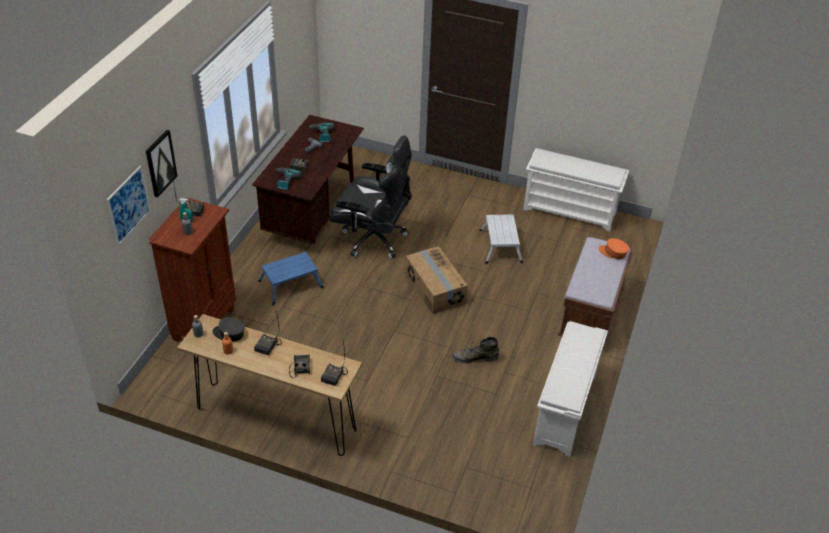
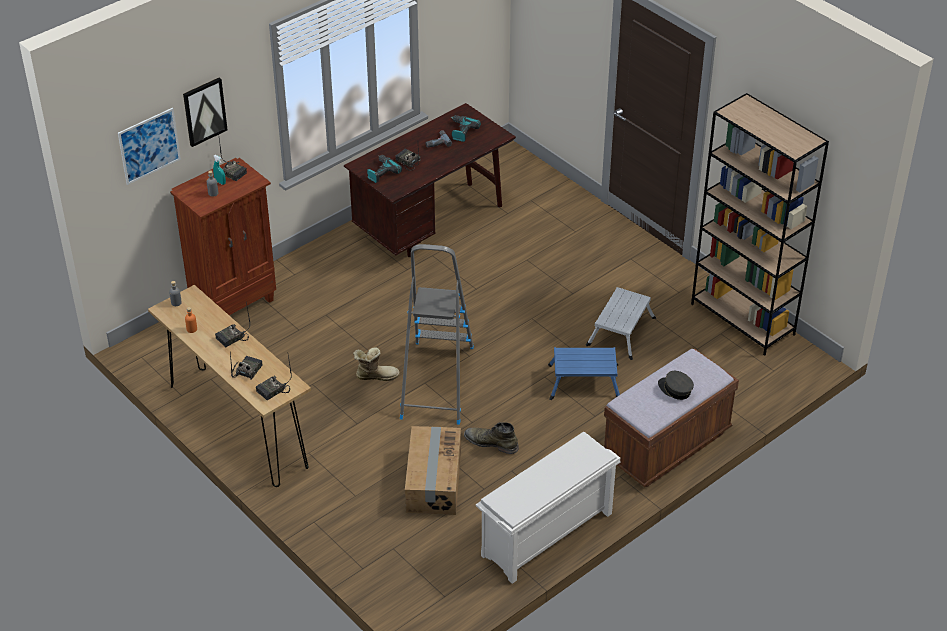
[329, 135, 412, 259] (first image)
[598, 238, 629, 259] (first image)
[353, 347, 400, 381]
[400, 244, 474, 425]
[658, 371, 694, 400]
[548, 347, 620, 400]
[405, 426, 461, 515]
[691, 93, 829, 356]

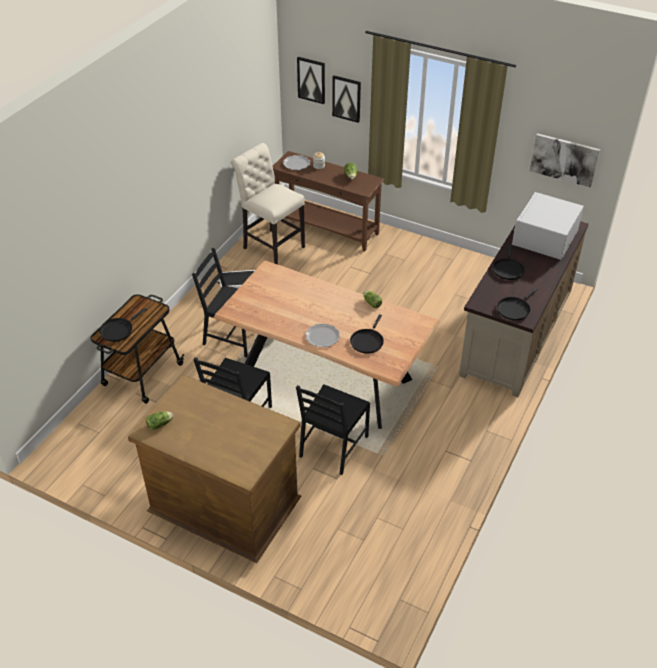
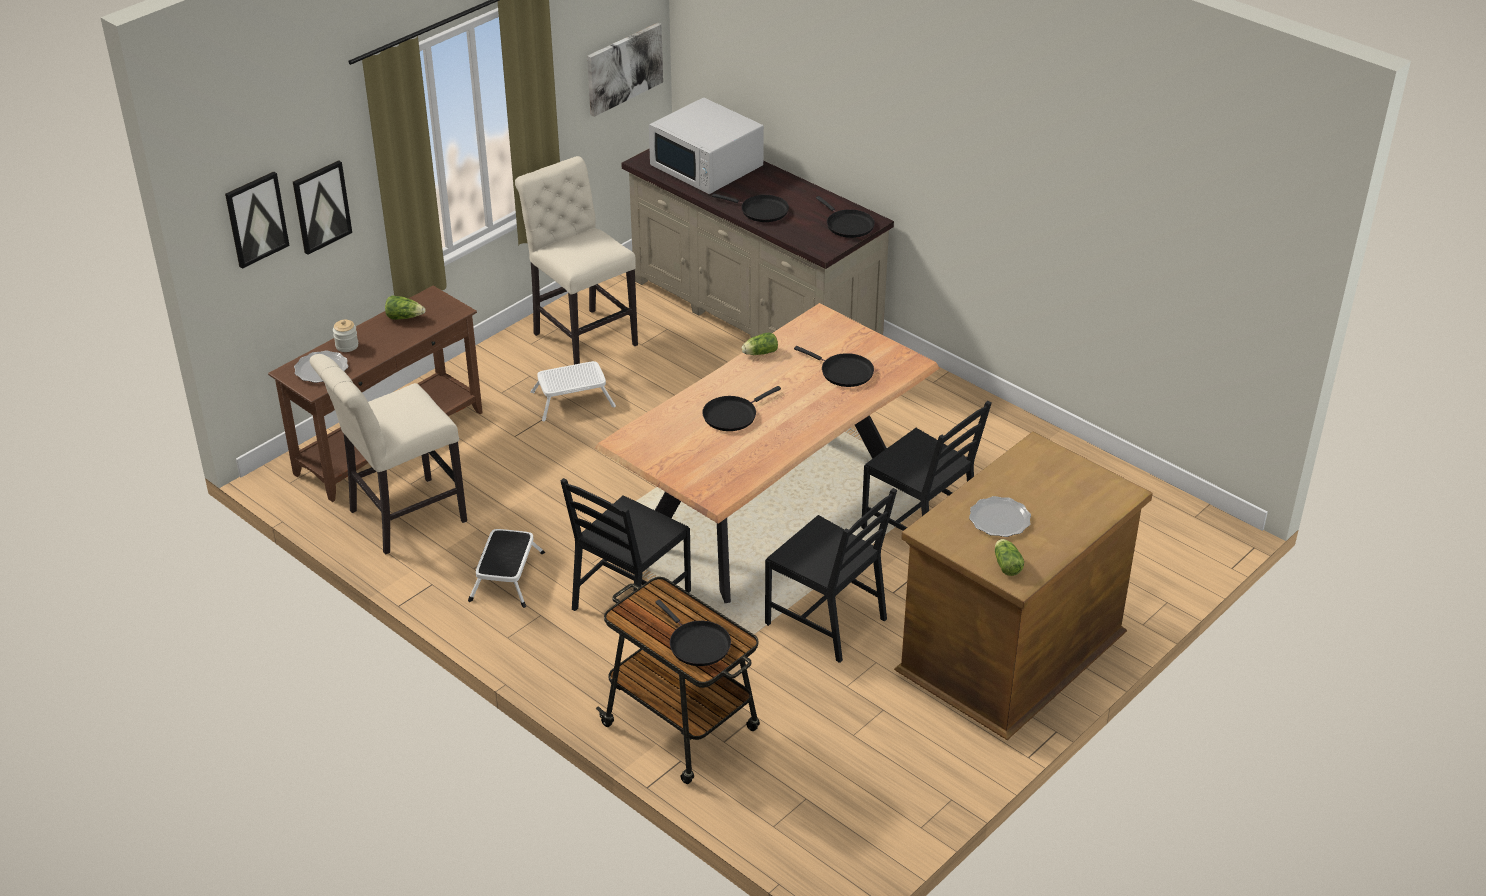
[515, 156, 638, 365]
[531, 361, 616, 421]
[702, 386, 781, 431]
[969, 496, 1031, 537]

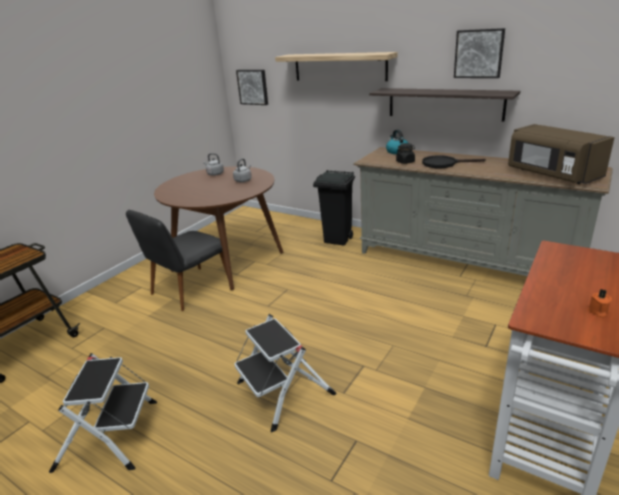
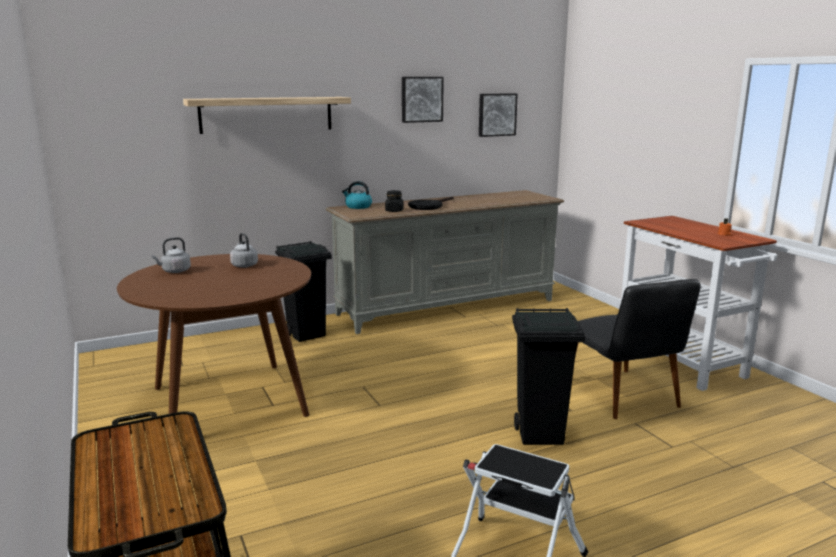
[369, 88, 520, 122] (first image)
[508, 124, 615, 184] (first image)
[575, 279, 701, 419]
[479, 93, 518, 137]
[512, 308, 585, 445]

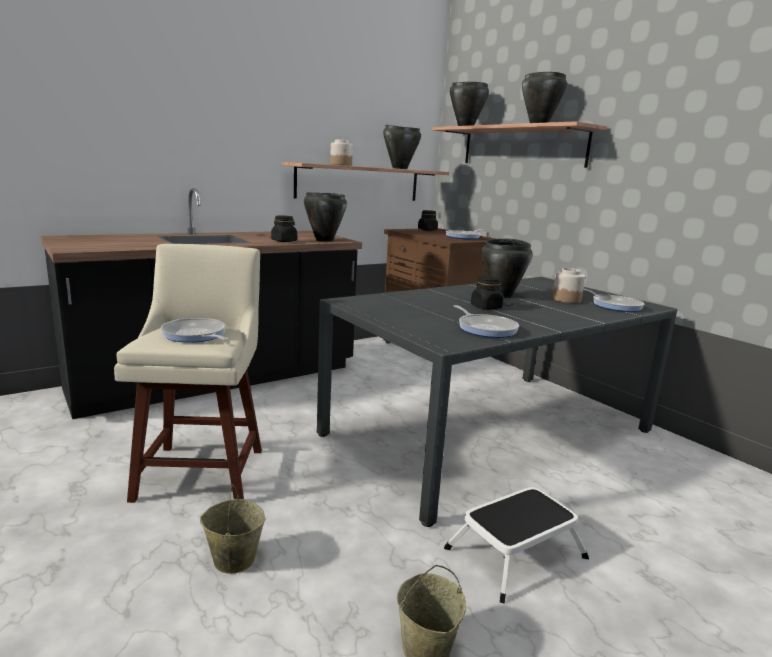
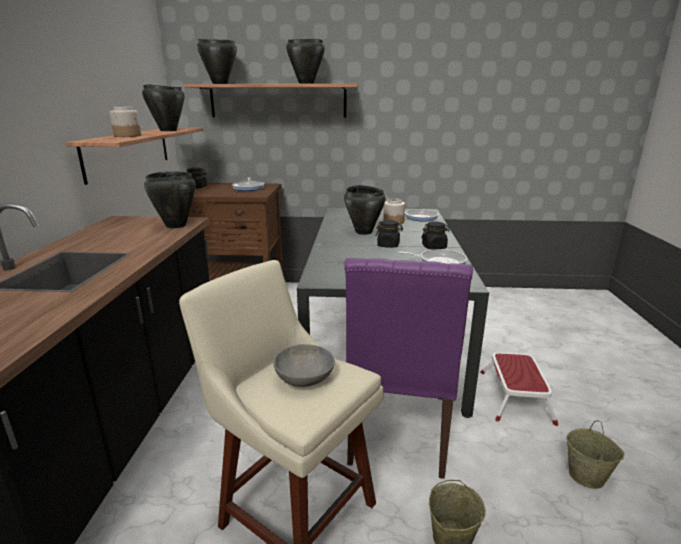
[344, 258, 473, 479]
[421, 222, 450, 249]
[274, 344, 335, 387]
[480, 353, 558, 426]

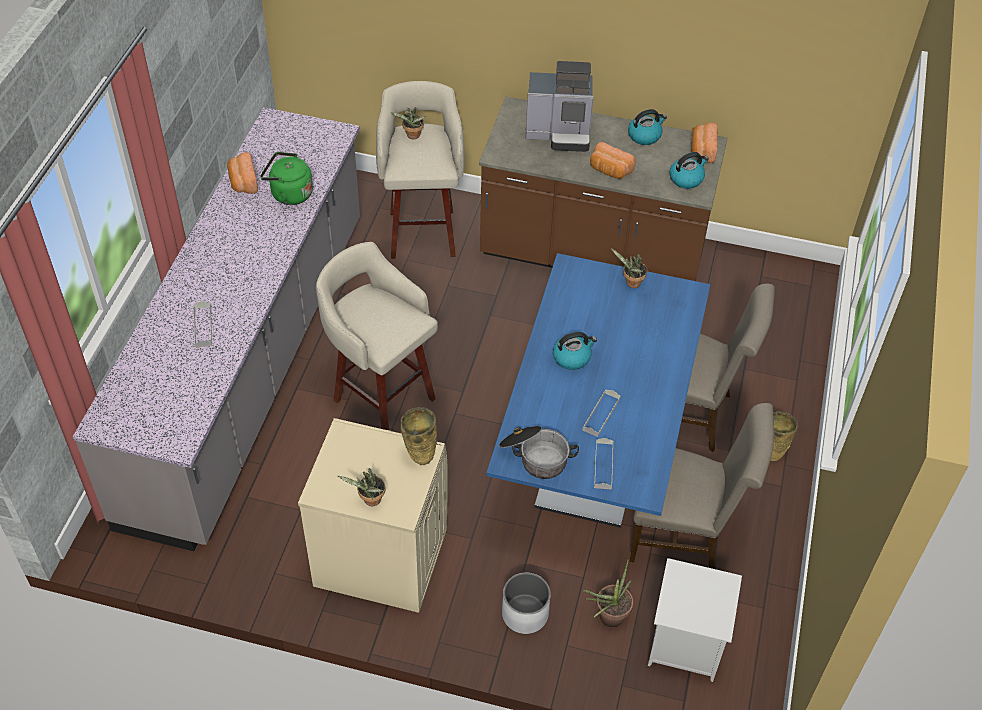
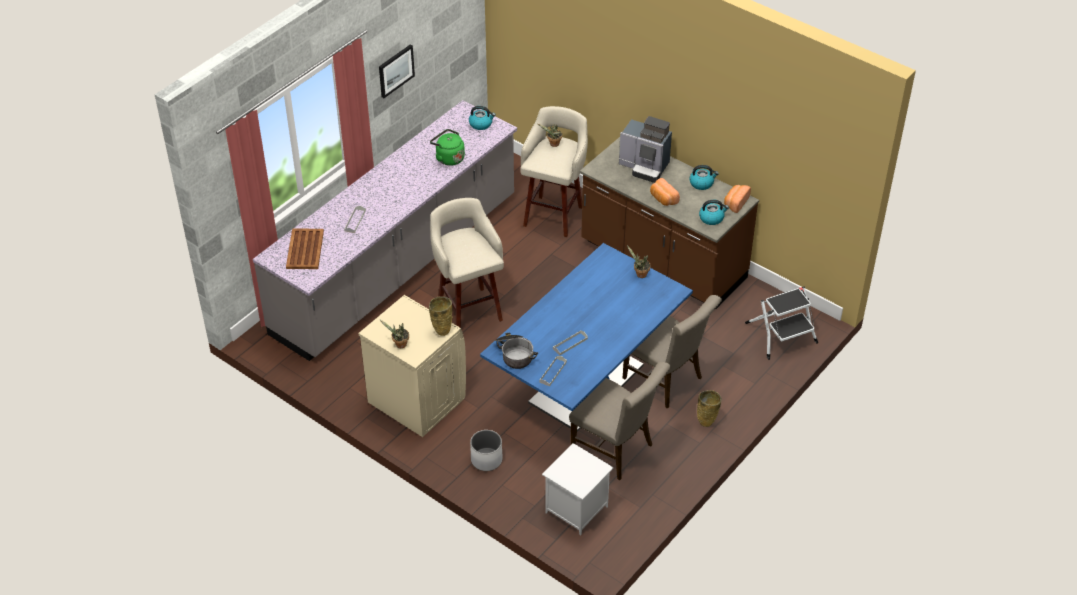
[227, 152, 258, 194] (first image)
[583, 561, 633, 627] (first image)
[286, 229, 324, 269]
[379, 44, 415, 98]
[745, 286, 818, 360]
[469, 106, 496, 130]

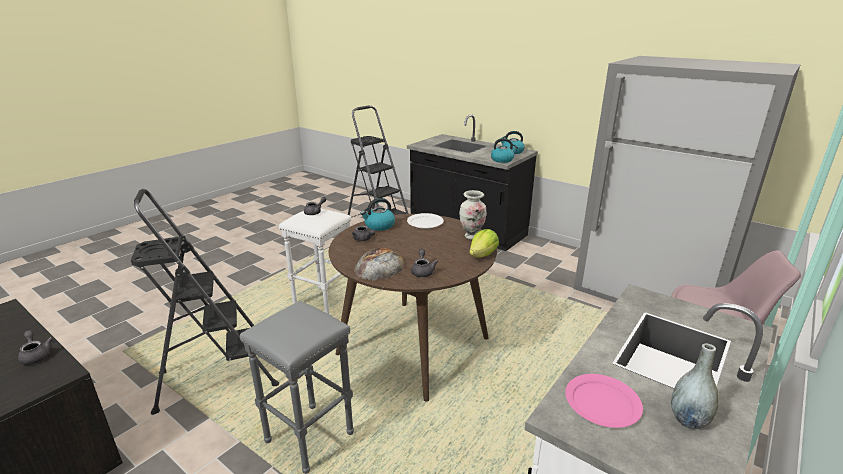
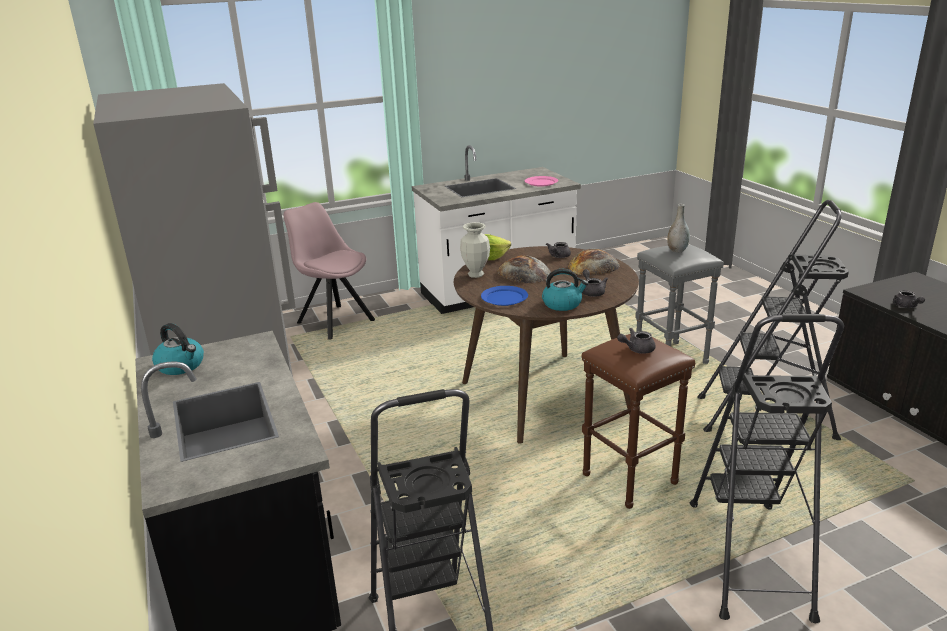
[491, 138, 518, 163] (first image)
[497, 255, 551, 283]
[690, 314, 844, 623]
[667, 204, 690, 253]
[582, 334, 695, 509]
[481, 286, 528, 306]

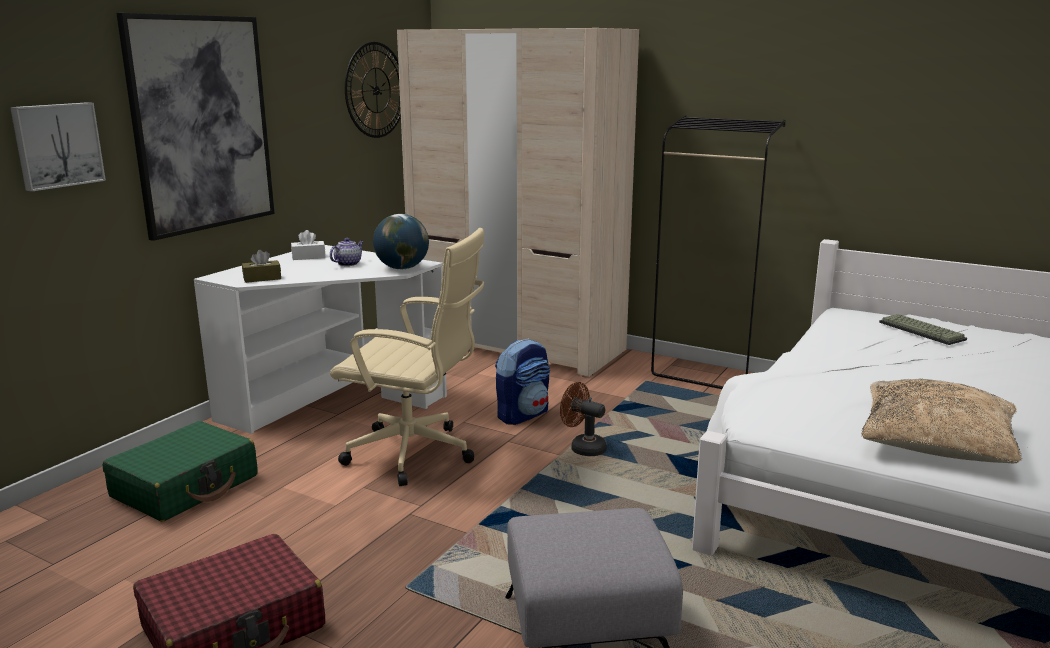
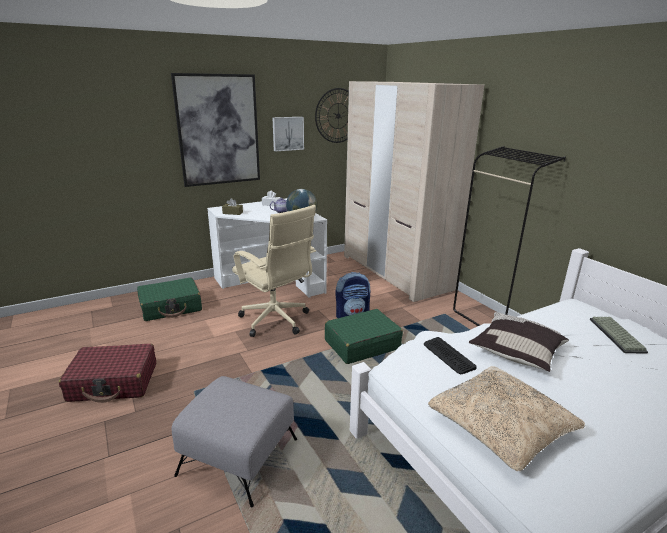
[424, 337, 477, 374]
[469, 312, 569, 372]
[272, 117, 304, 152]
[325, 309, 403, 364]

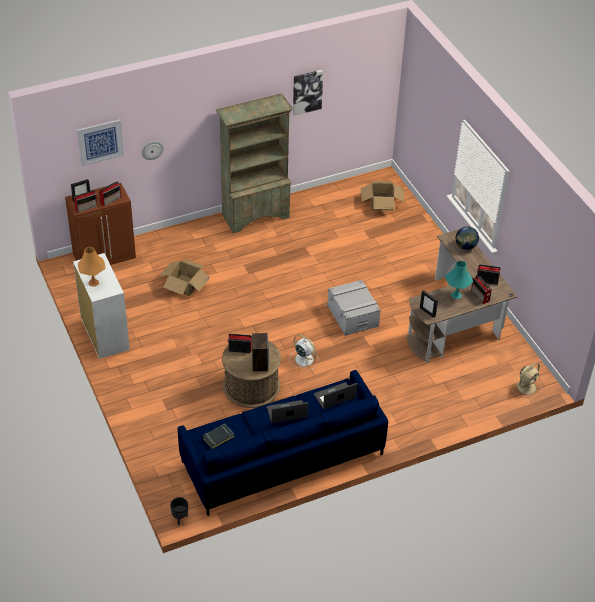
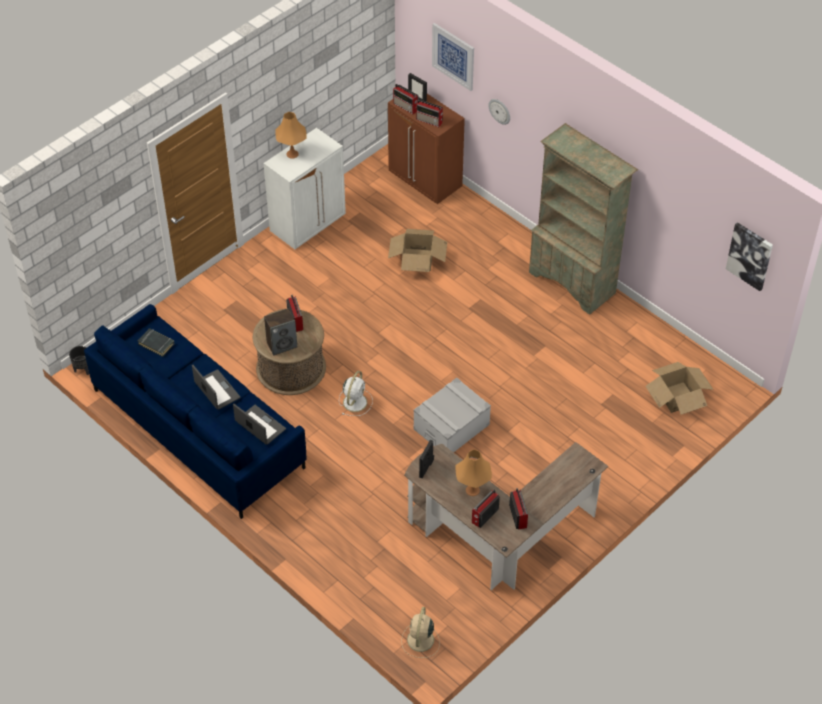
[456, 226, 479, 250] (first image)
[726, 222, 773, 291]
[456, 450, 492, 496]
[401, 607, 440, 658]

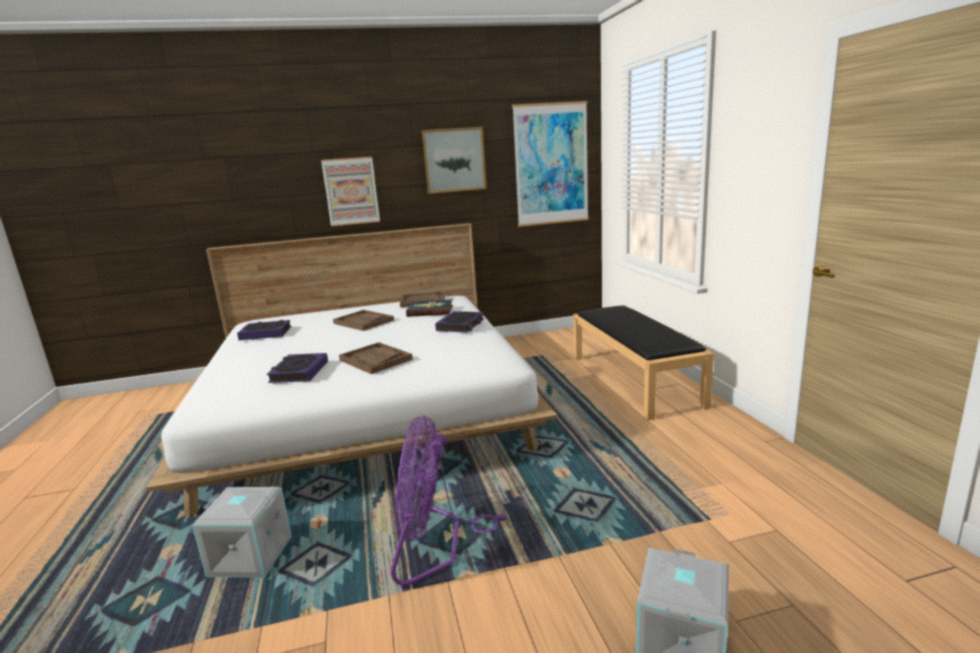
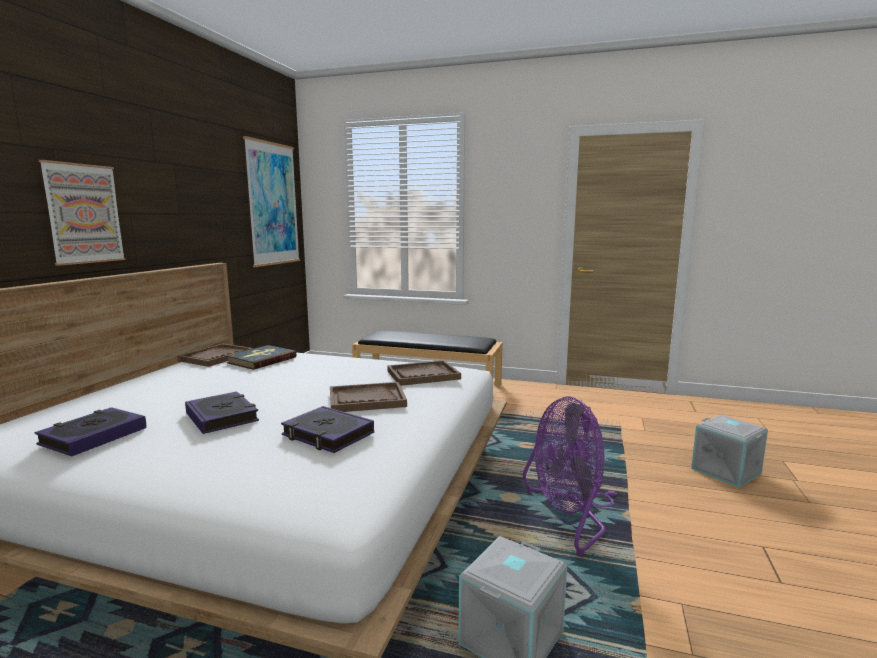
[422, 126, 487, 194] (first image)
[387, 360, 461, 386]
[185, 391, 259, 434]
[523, 396, 618, 557]

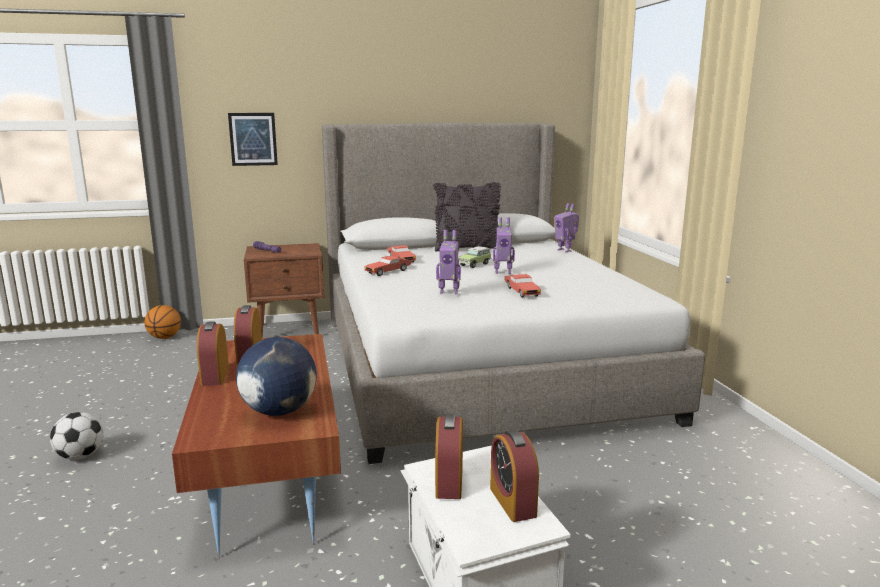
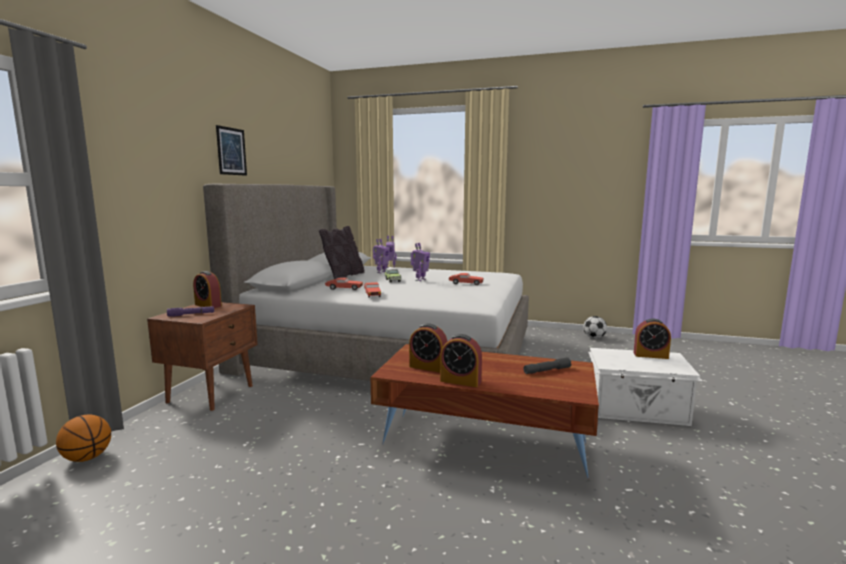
[583, 316, 607, 339]
[216, 125, 247, 176]
[193, 271, 222, 308]
[373, 239, 390, 273]
[523, 357, 571, 374]

